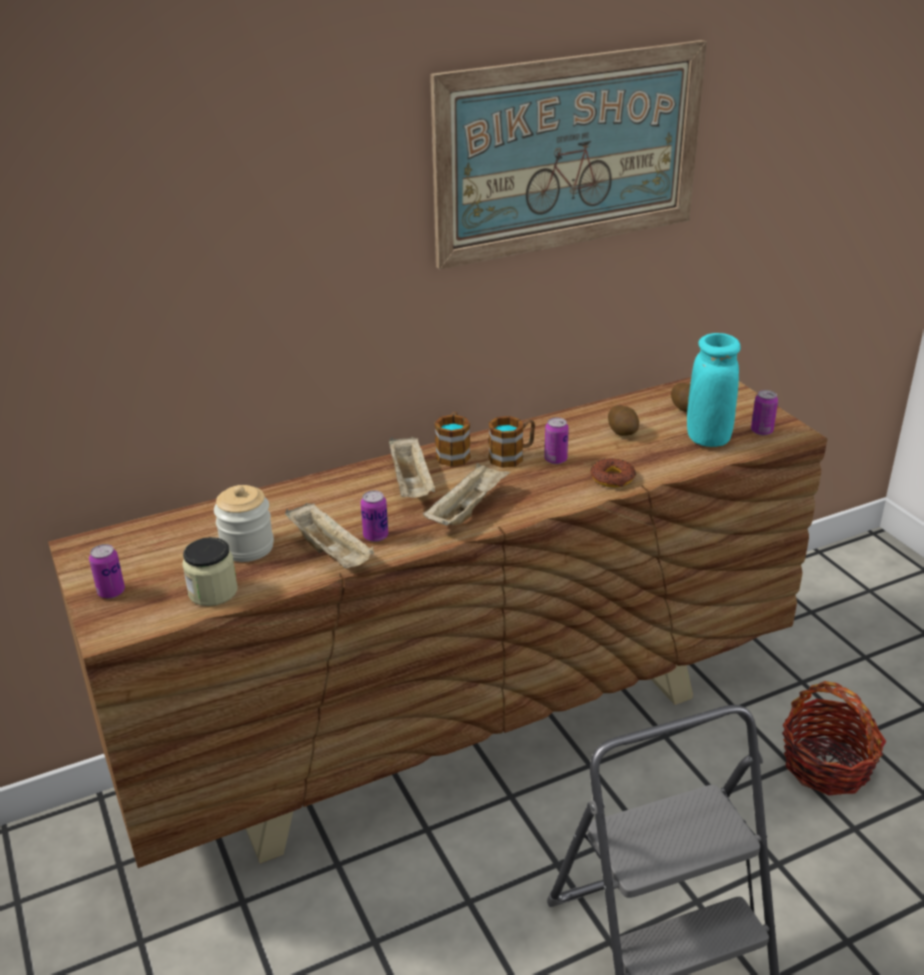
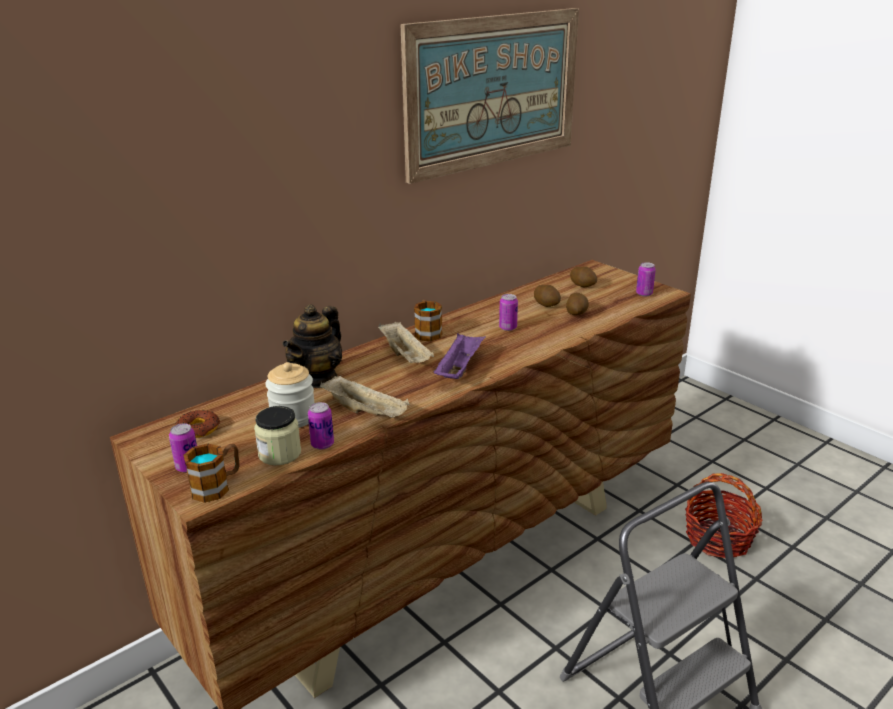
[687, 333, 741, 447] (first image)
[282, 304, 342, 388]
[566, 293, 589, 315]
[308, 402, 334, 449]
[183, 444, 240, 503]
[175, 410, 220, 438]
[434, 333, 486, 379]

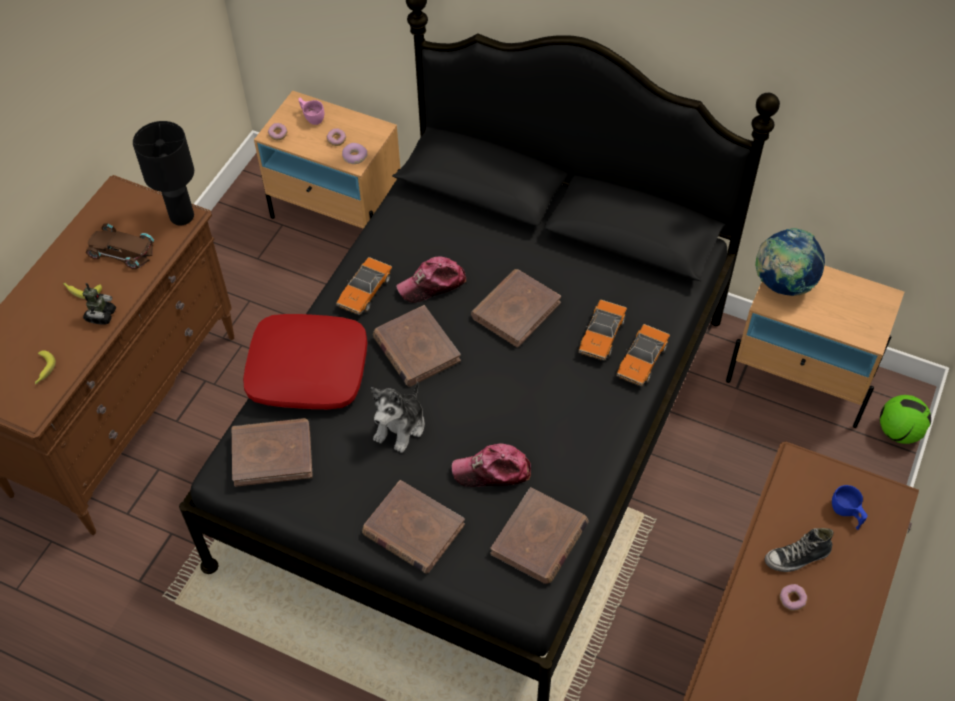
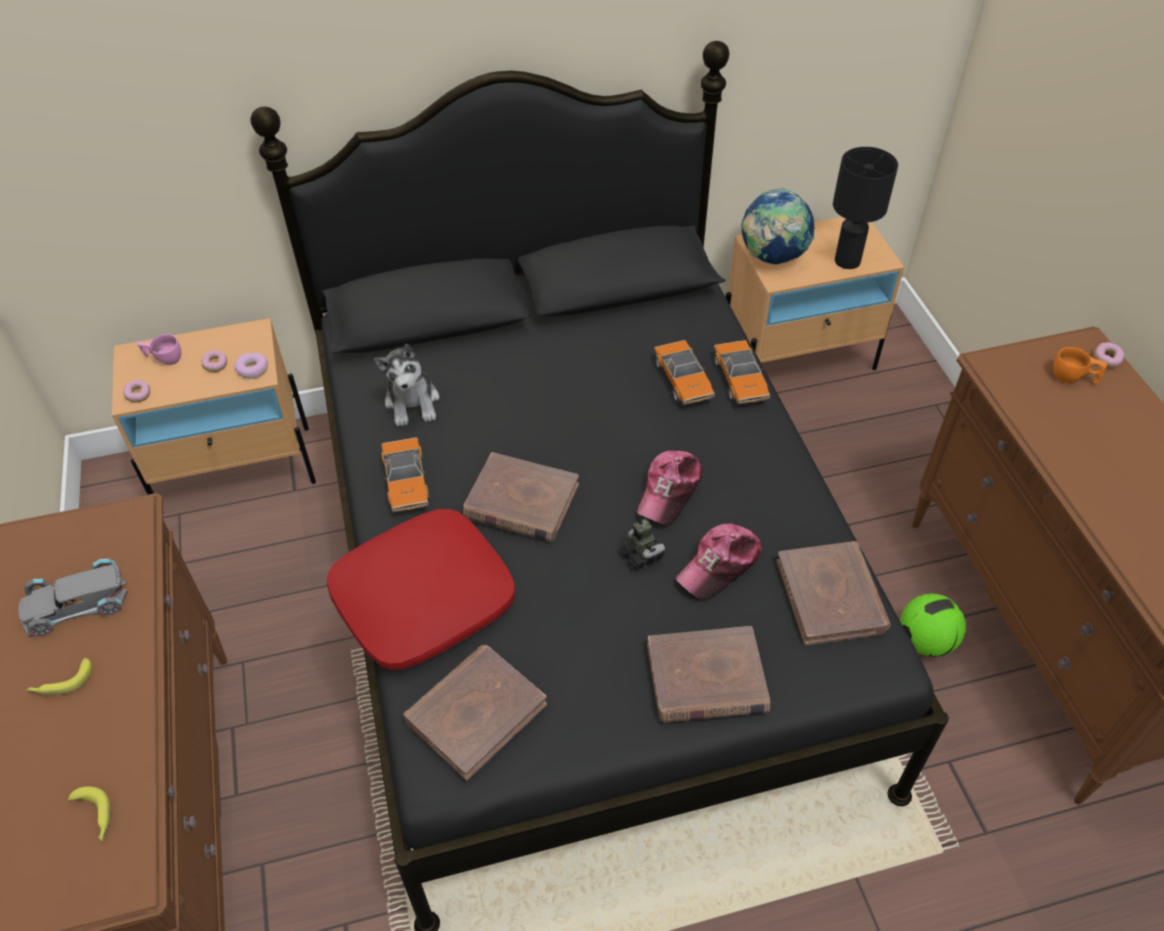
[471, 269, 561, 348] (first image)
[765, 528, 834, 572] (first image)
[621, 514, 665, 569]
[833, 147, 898, 269]
[374, 344, 439, 427]
[637, 450, 702, 525]
[1094, 342, 1124, 368]
[900, 594, 966, 657]
[18, 559, 128, 637]
[1053, 347, 1108, 384]

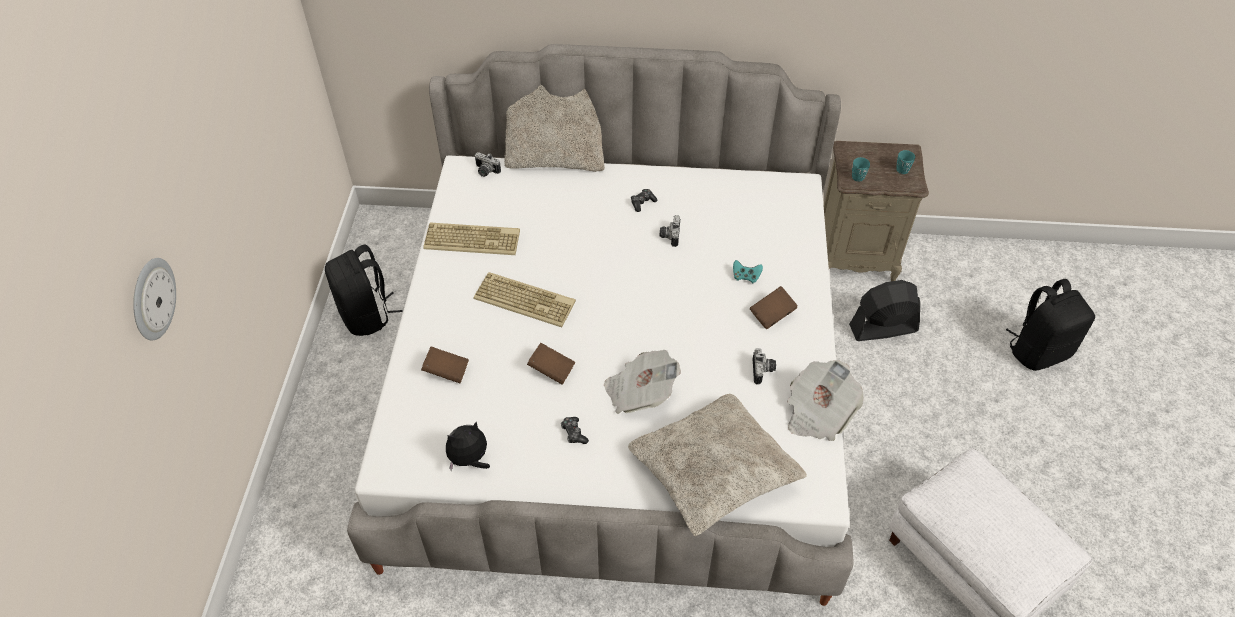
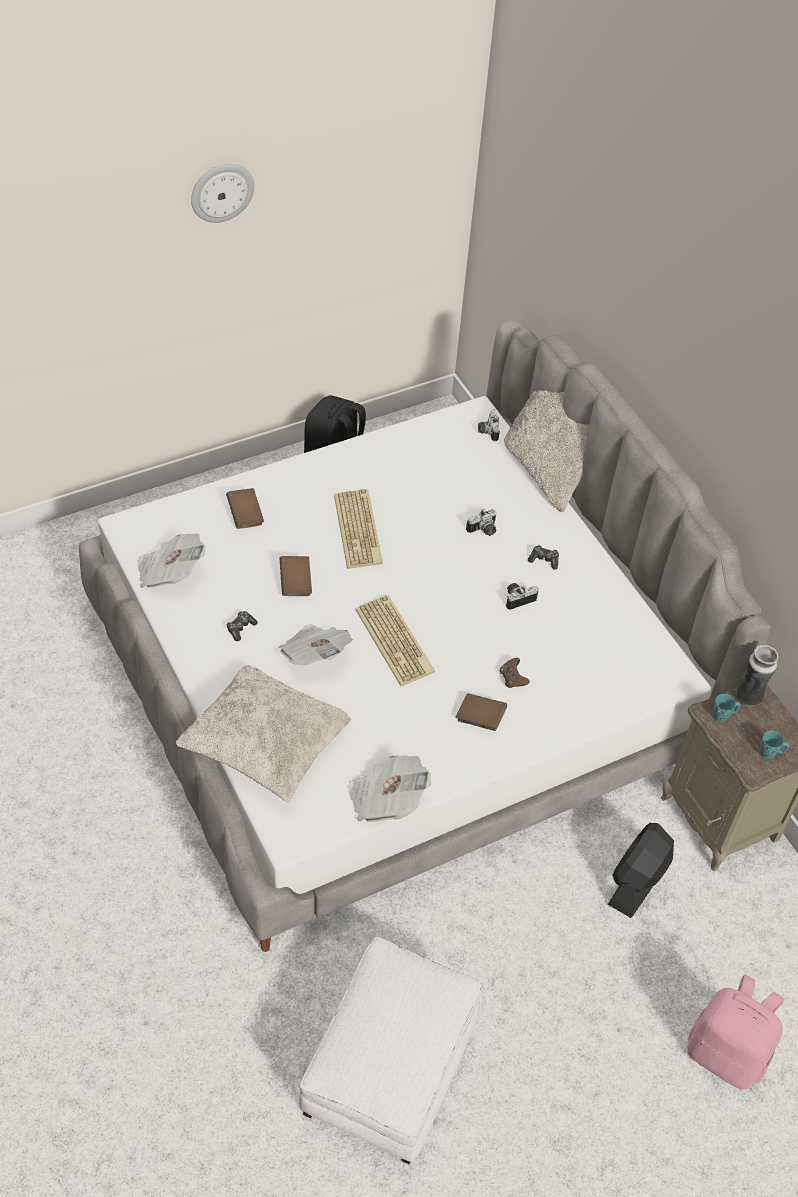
[736, 645, 779, 707]
[191, 164, 254, 223]
[355, 595, 435, 686]
[466, 509, 497, 536]
[137, 533, 205, 588]
[500, 658, 530, 688]
[688, 974, 784, 1090]
[608, 823, 674, 918]

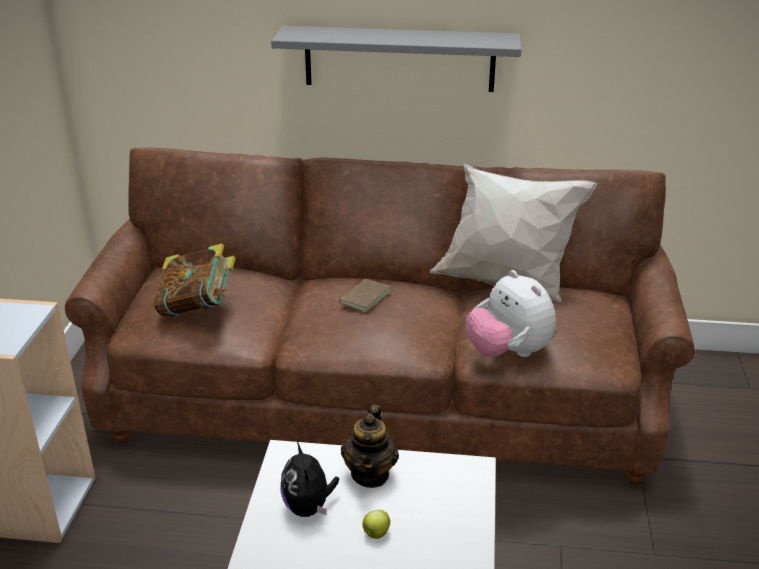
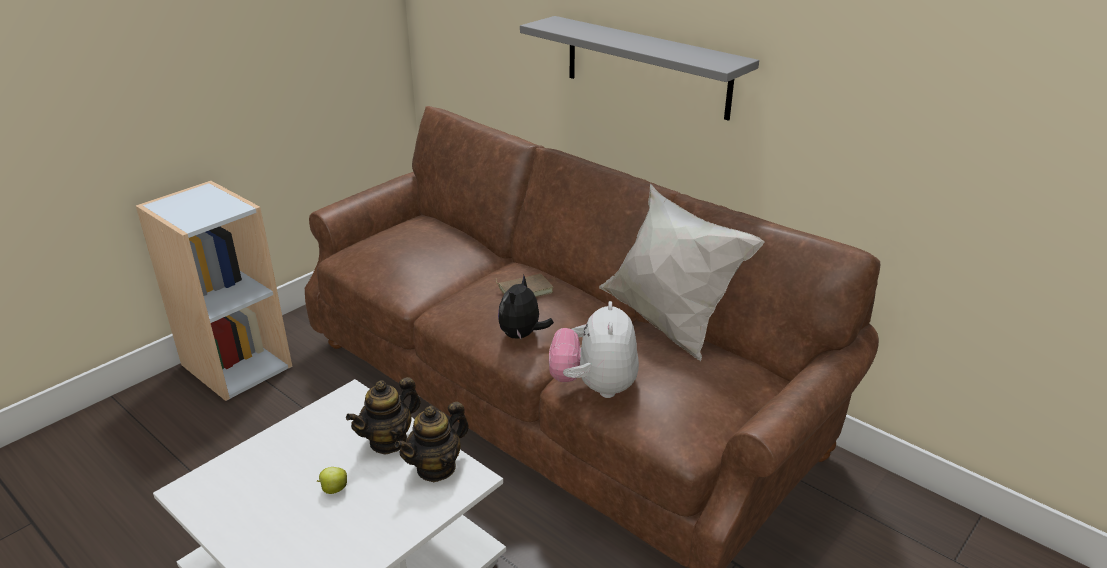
[153, 243, 236, 317] (first image)
[395, 402, 469, 482]
[498, 275, 554, 340]

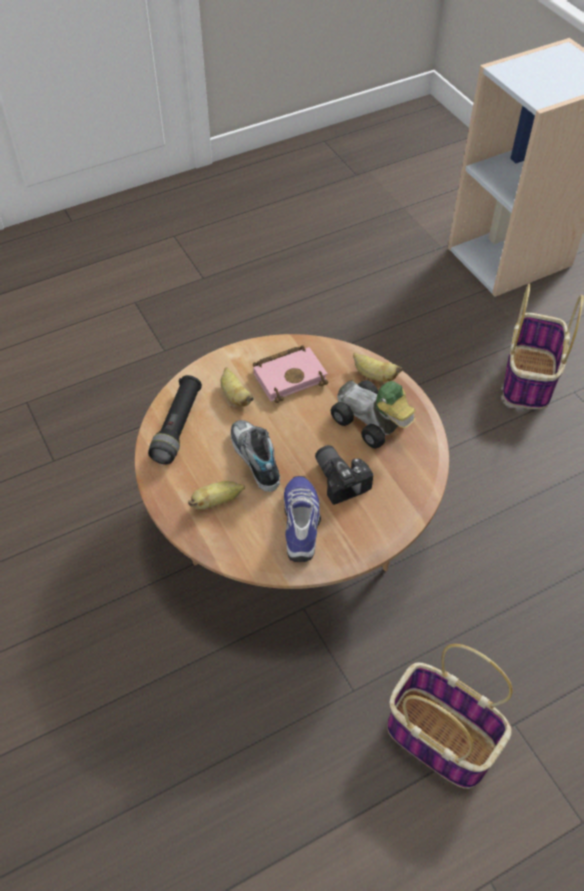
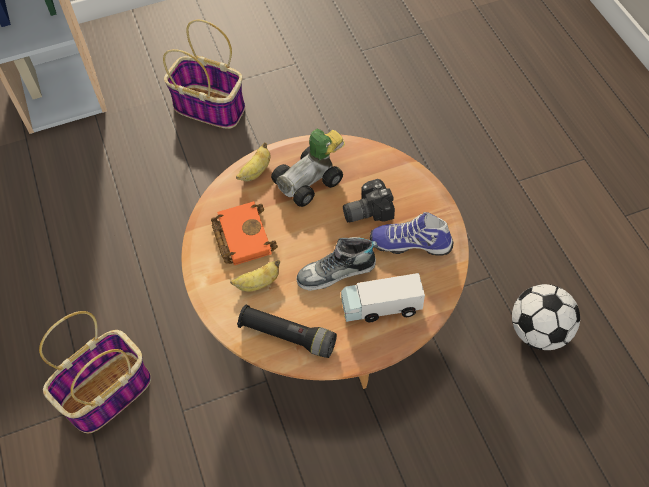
[512, 284, 580, 350]
[39, 311, 151, 433]
[341, 273, 425, 322]
[211, 201, 278, 265]

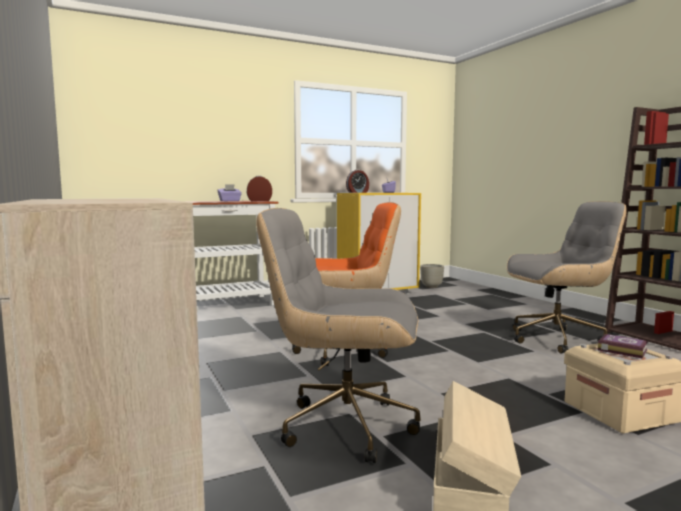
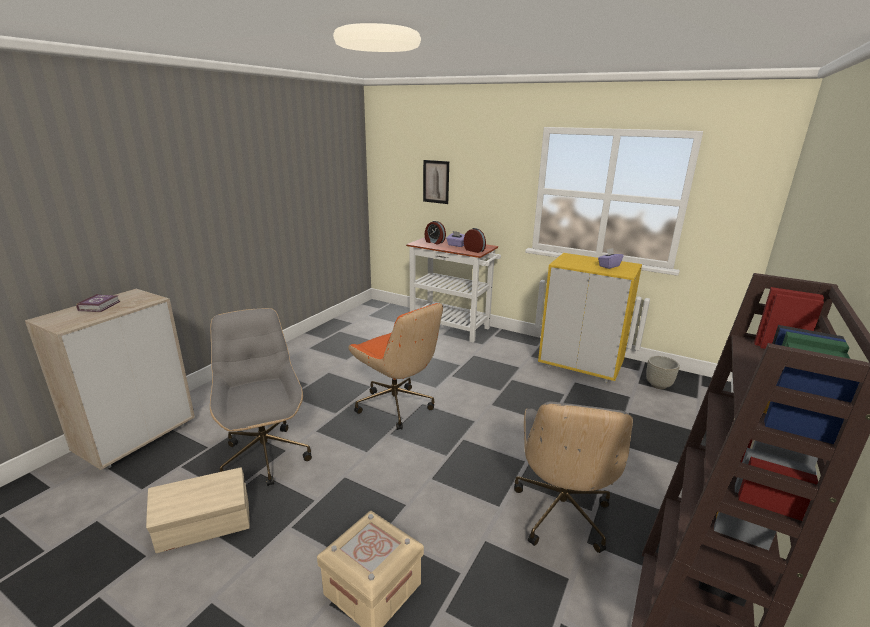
[423, 160, 449, 204]
[425, 221, 446, 244]
[76, 294, 120, 312]
[514, 402, 633, 553]

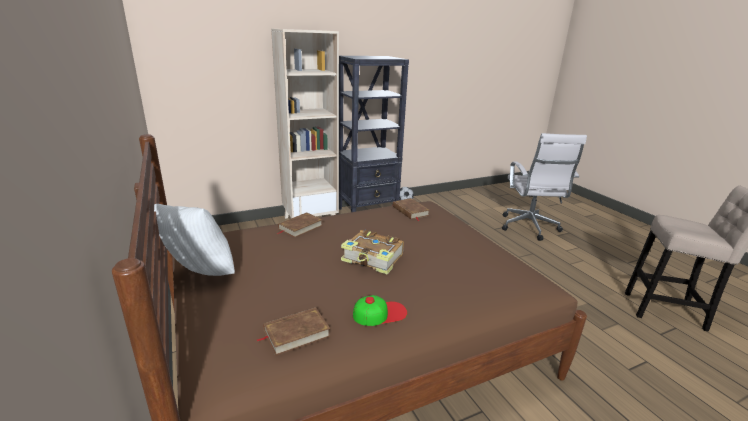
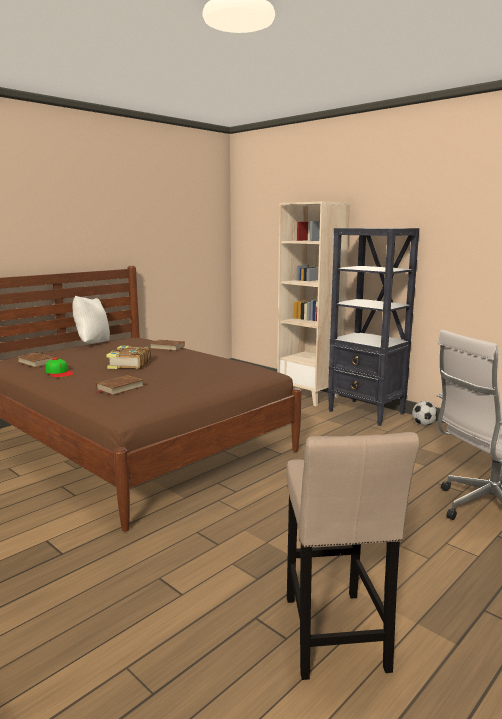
[95, 375, 144, 395]

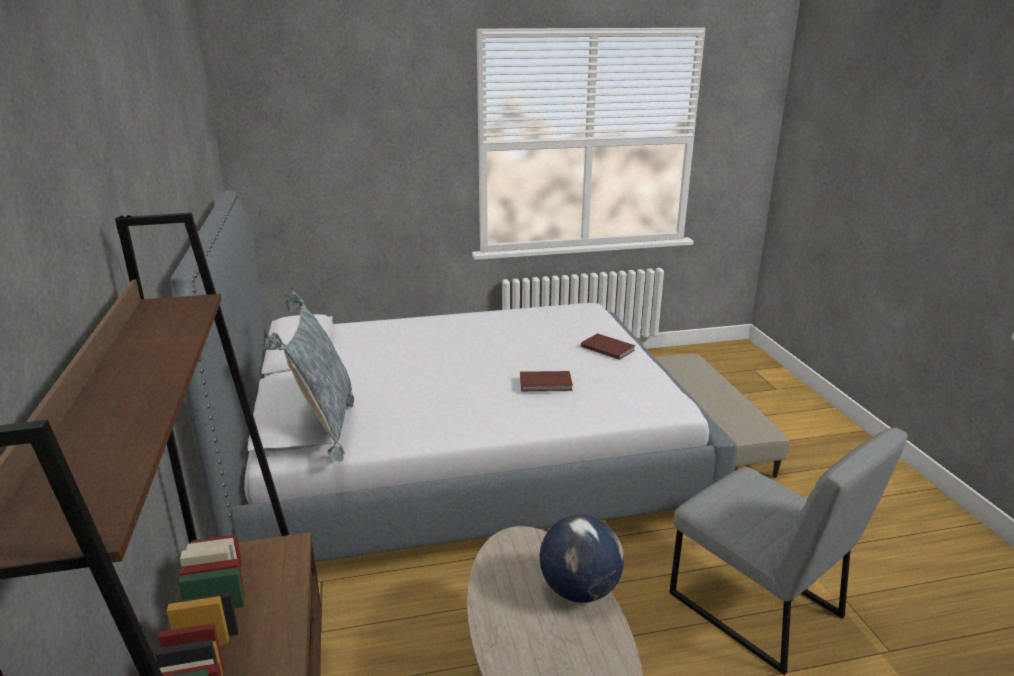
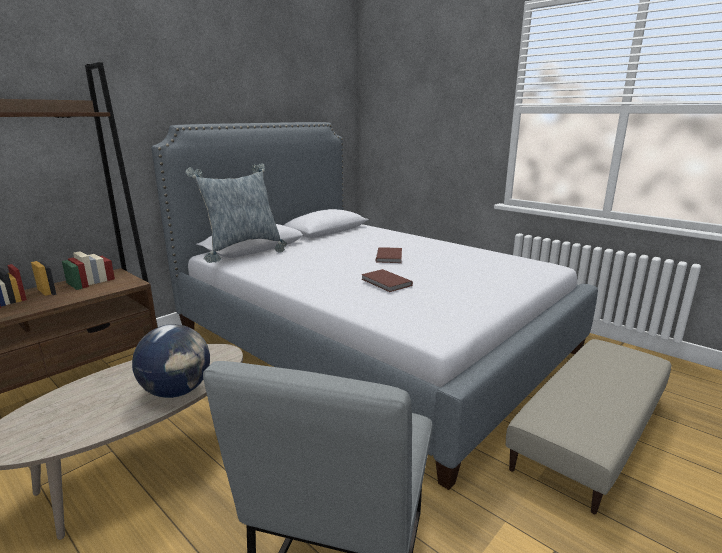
[376, 247, 402, 263]

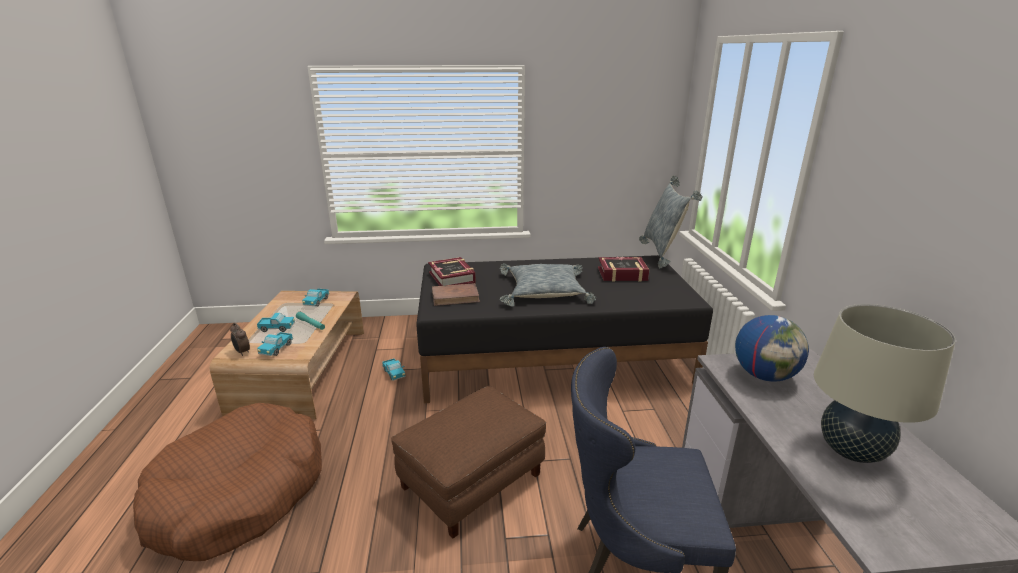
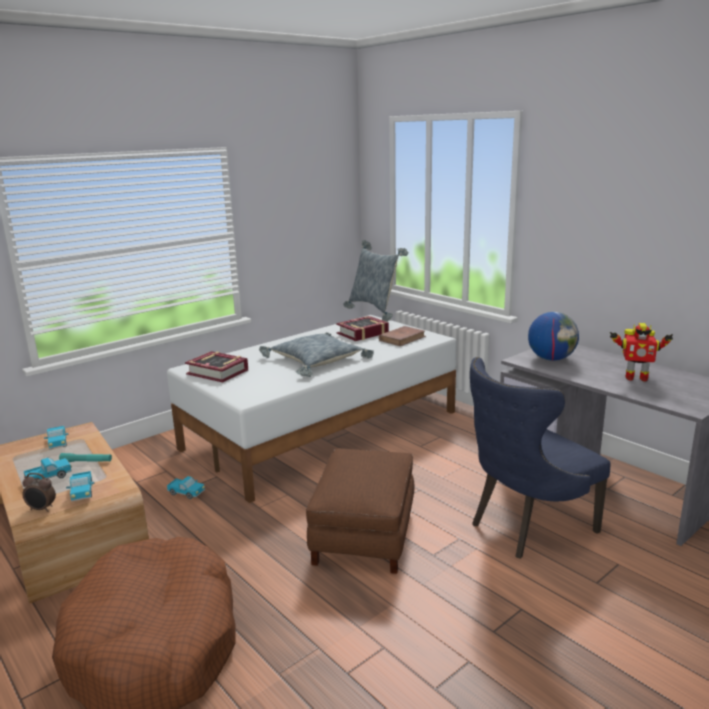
[379, 326, 426, 346]
[610, 323, 673, 382]
[167, 315, 456, 503]

